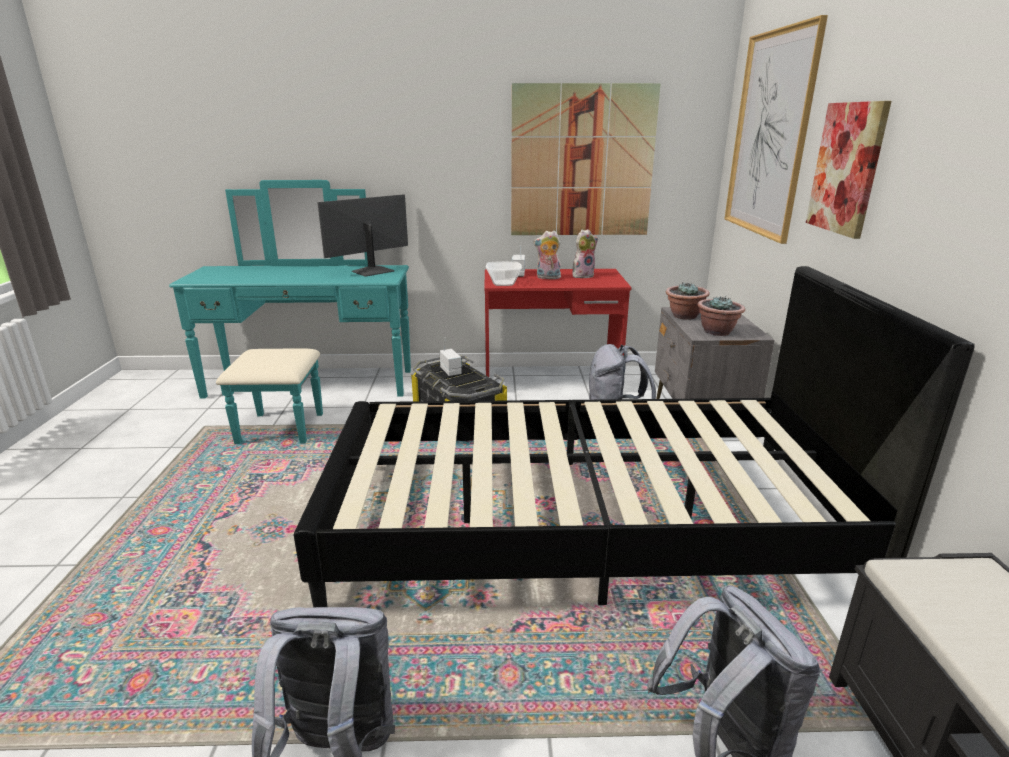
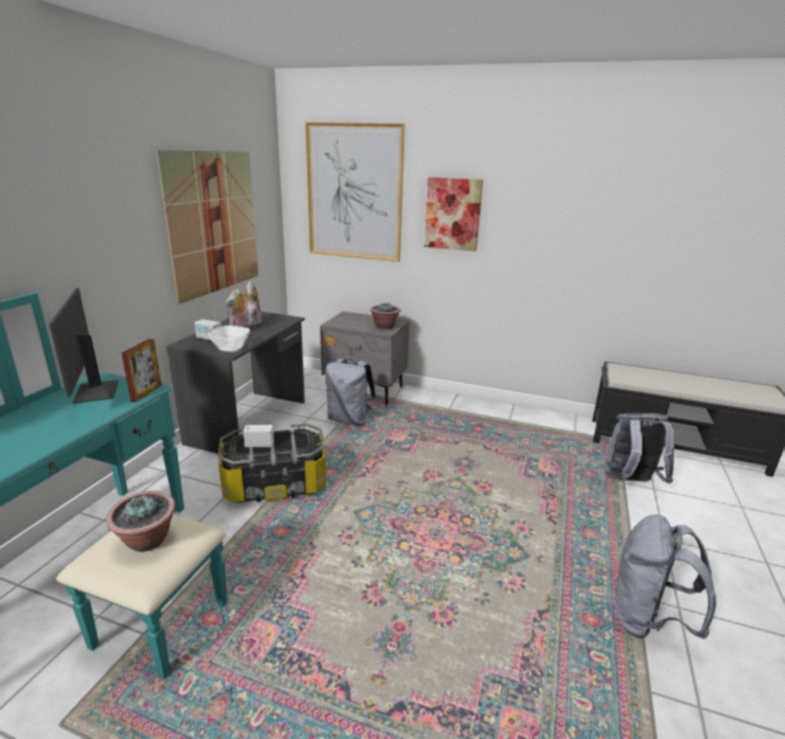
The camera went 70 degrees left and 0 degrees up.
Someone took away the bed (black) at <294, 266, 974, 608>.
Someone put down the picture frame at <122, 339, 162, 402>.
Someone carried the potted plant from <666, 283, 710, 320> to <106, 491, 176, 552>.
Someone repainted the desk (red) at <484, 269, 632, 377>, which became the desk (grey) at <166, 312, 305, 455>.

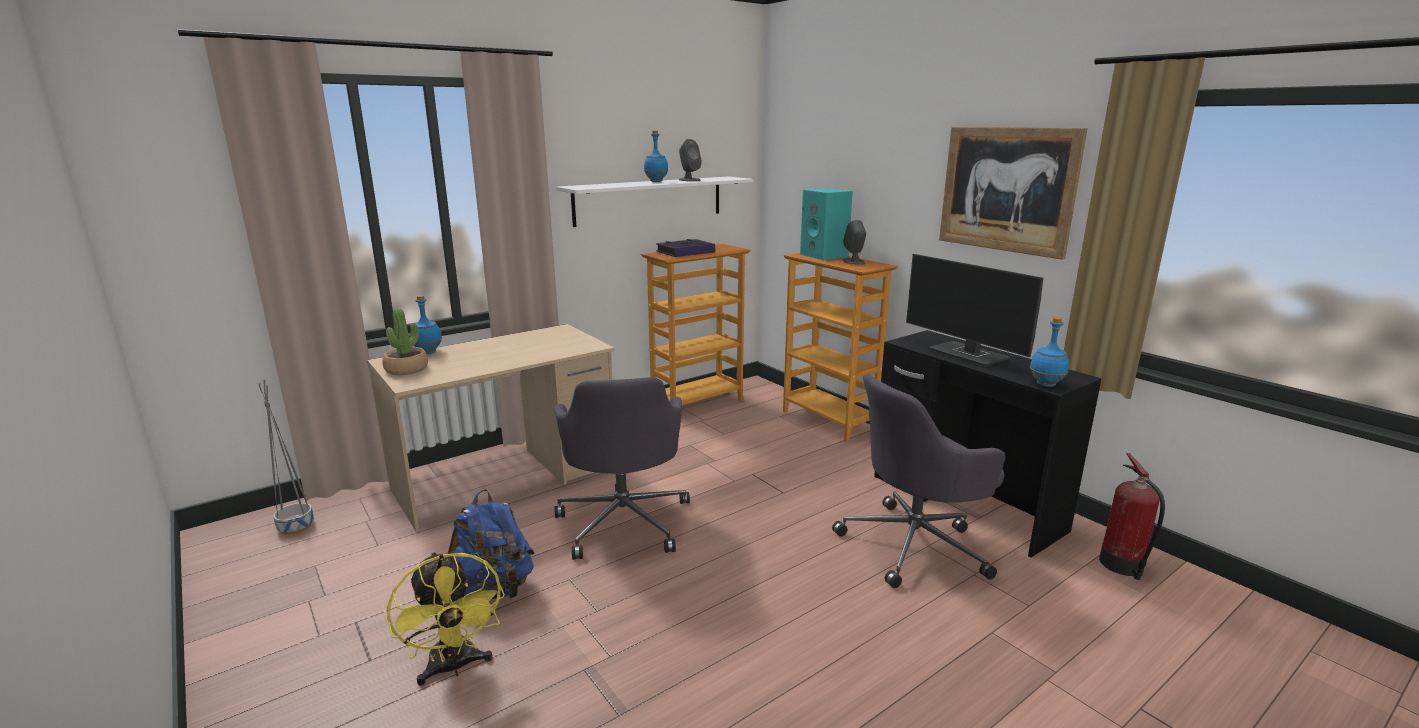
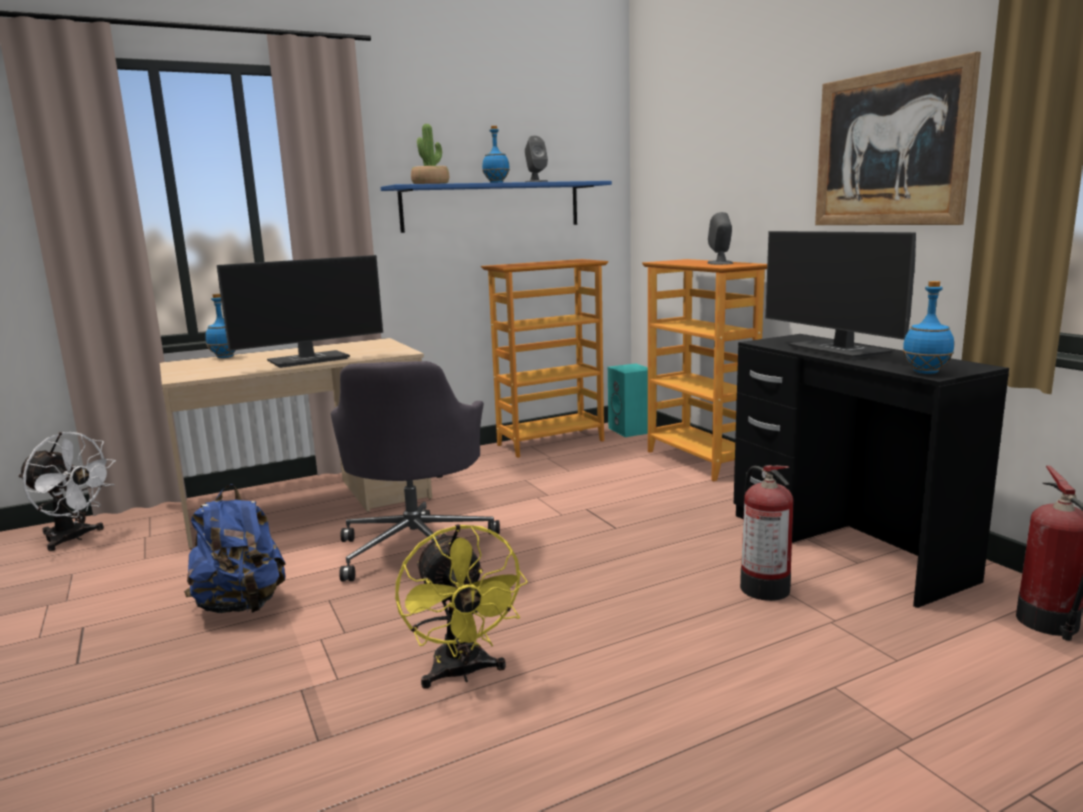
The camera went 10 degrees right and 5 degrees down.
Someone took away the book at <656, 239, 715, 257>.
Someone put down the monitor at <217, 255, 383, 368>.
Someone carried the potted plant from <382, 308, 428, 375> to <411, 124, 449, 184>.
Someone carried the fan (yellow) from <387, 552, 505, 686> to <395, 524, 528, 689>.
Someone carried the speaker (turquoise) from <800, 188, 853, 261> to <608, 363, 648, 437>.
Someone swapped the planter (grey) at <259, 380, 314, 535> for the fan (white) at <18, 432, 116, 551>.
Someone swapped the office chair (grey) at <832, 374, 1005, 588> for the fire extinguisher at <740, 465, 794, 601>.
Someone repainted the shelf (white) at <556, 177, 753, 227>, which became the shelf (blue) at <381, 181, 612, 233>.

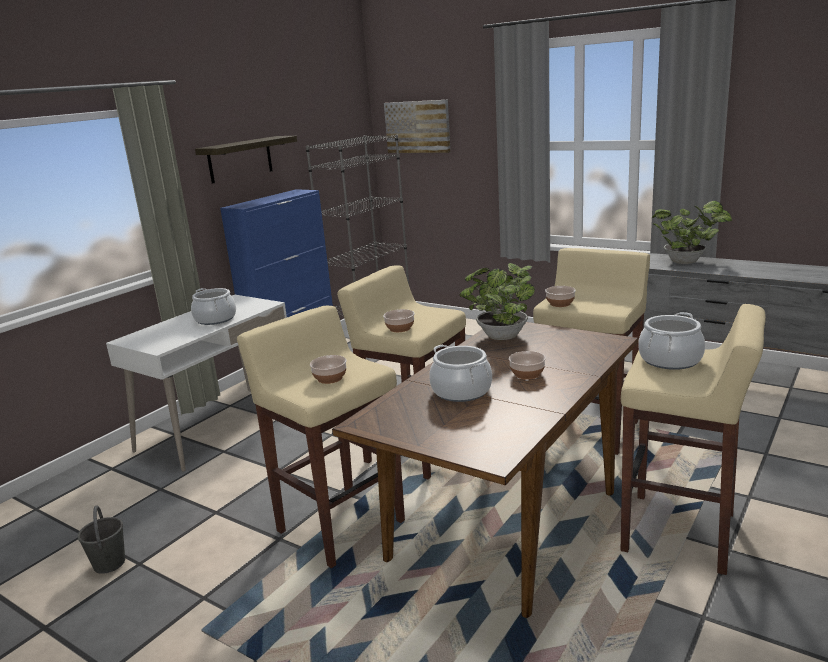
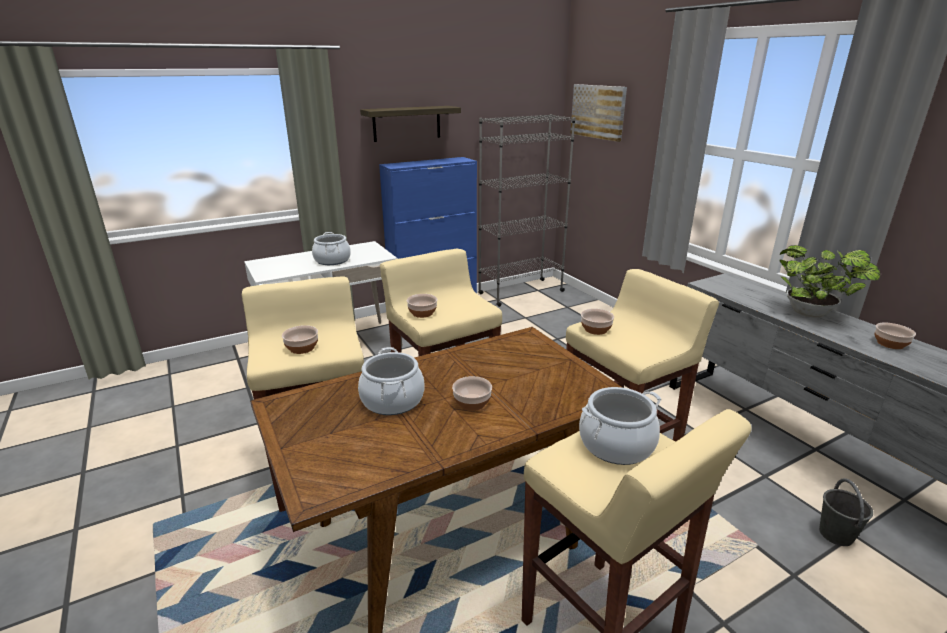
The camera went 25 degrees right and 5 degrees up.
Someone took away the potted plant at <460, 263, 535, 340>.
Someone put down the bowl at <874, 323, 916, 349>.
Someone carried the bucket (grey) from <77, 505, 125, 574> to <819, 478, 873, 546>.

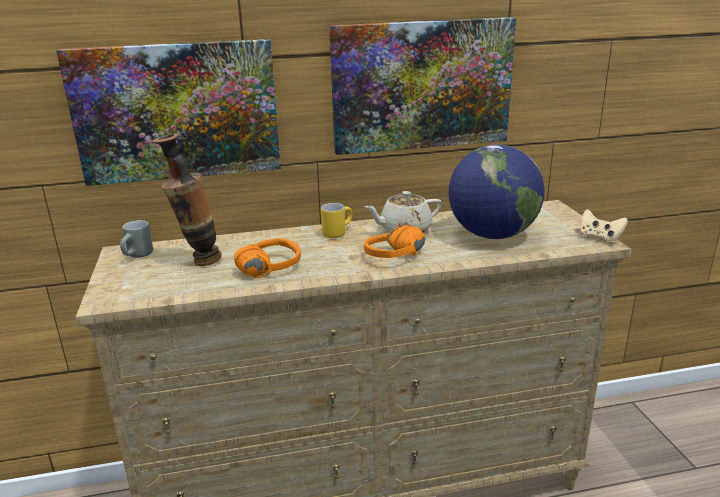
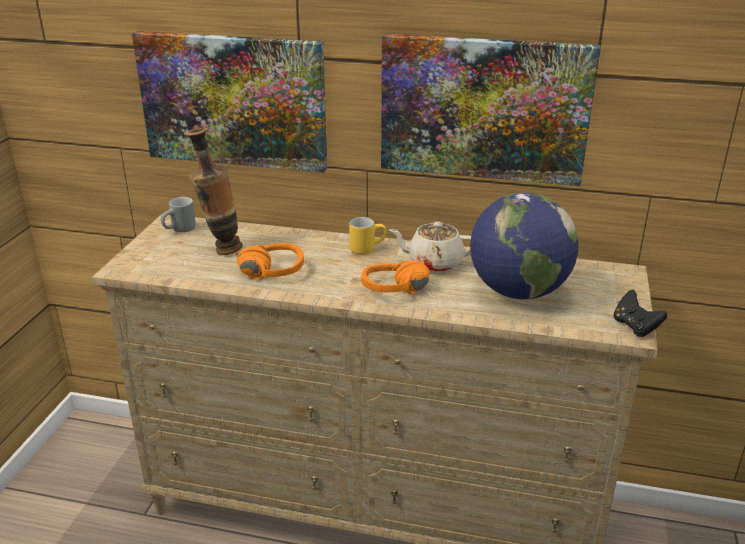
The camera went 25 degrees right and 5 degrees up.
Someone repainted the game controller (beige) at <580, 209, 628, 243>, which became the game controller (black) at <614, 290, 667, 337>.

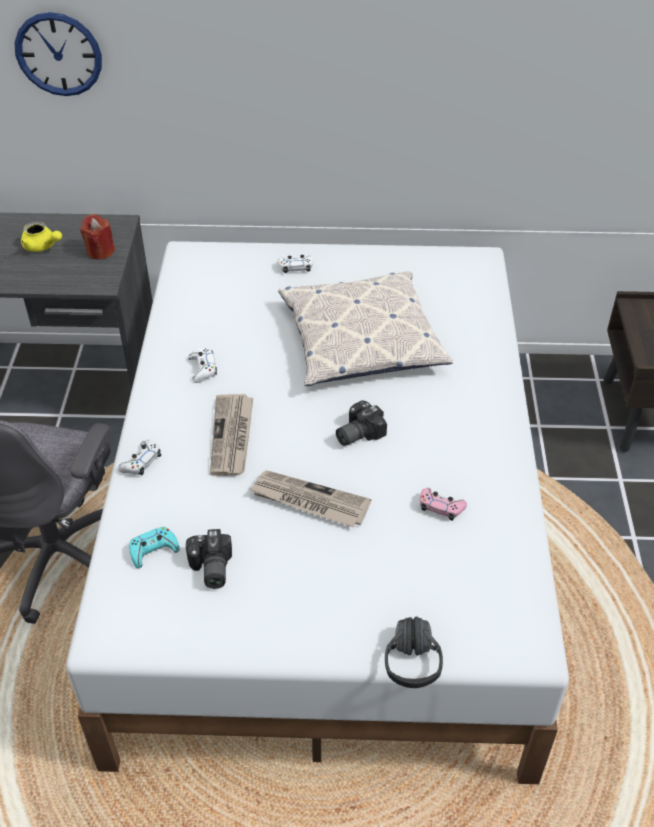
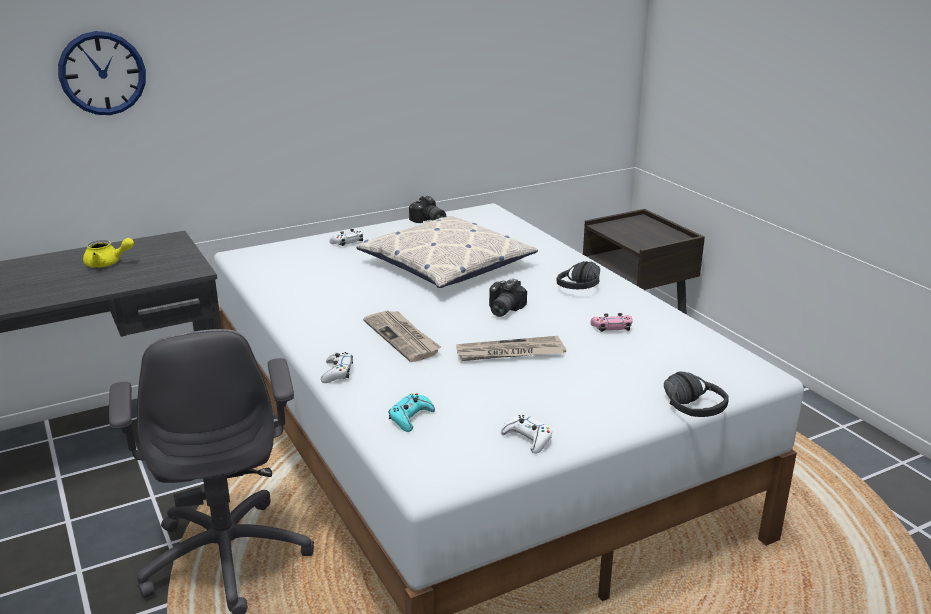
The camera went 30 degrees left and 20 degrees down.
Someone took away the candle (red) at <80, 214, 115, 260>.
Someone put down the headphones (black) at <557, 261, 600, 289>.
Someone carried the photo camera from <186, 529, 232, 589> to <409, 195, 446, 223>.
Someone carried the game controller (white) from <188, 348, 217, 383> to <501, 415, 552, 454>.

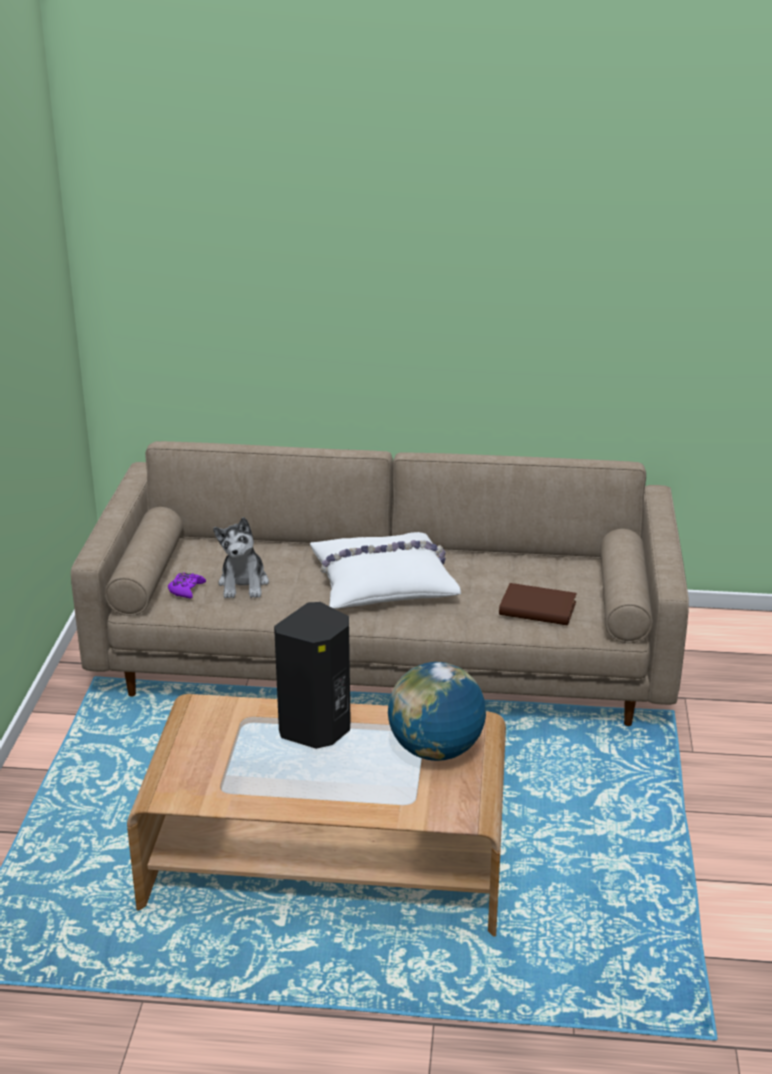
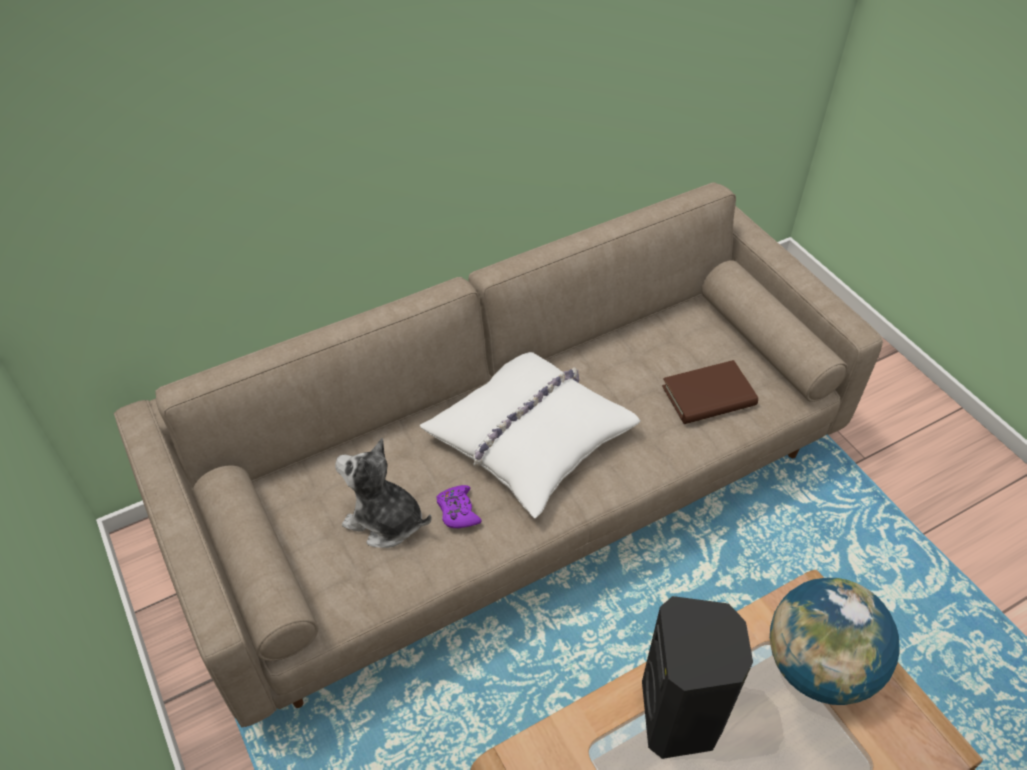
The camera went 35 degrees left and 20 degrees up.
Someone carried the game controller (purple) from <168, 572, 206, 598> to <436, 485, 482, 528>.
Someone rotated the plush toy at <213, 517, 269, 598> by 150 degrees clockwise.

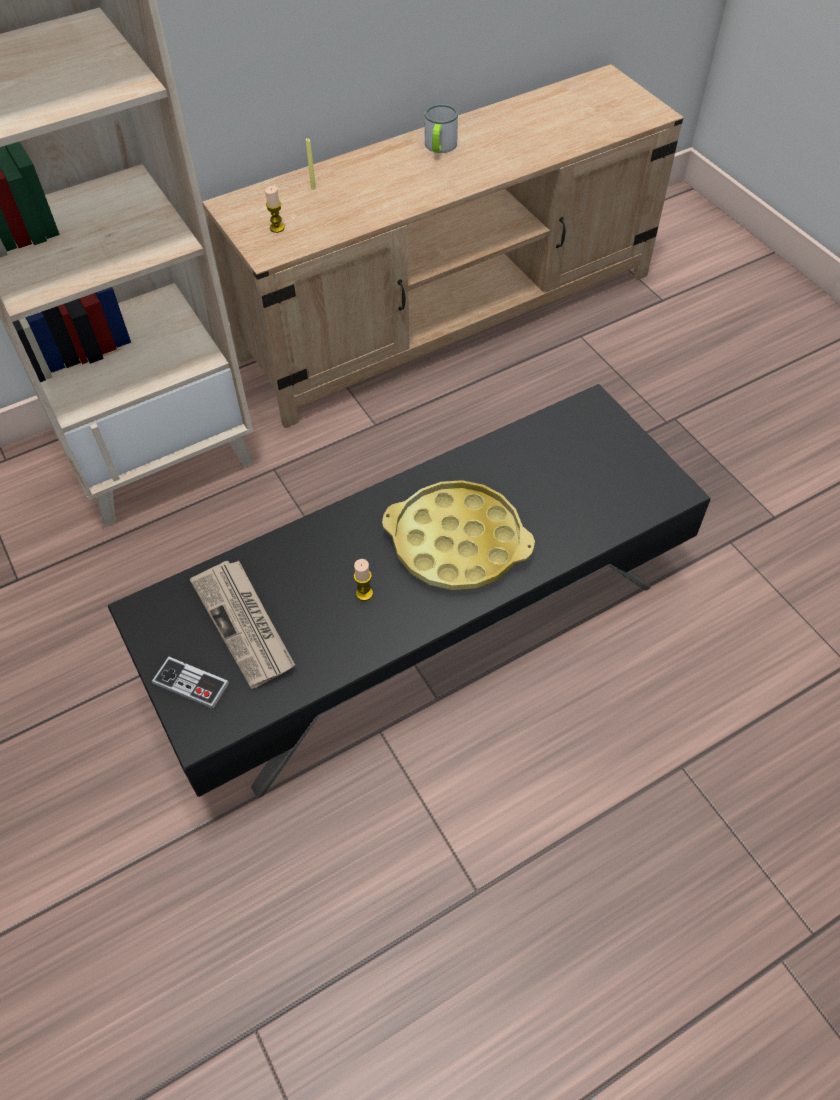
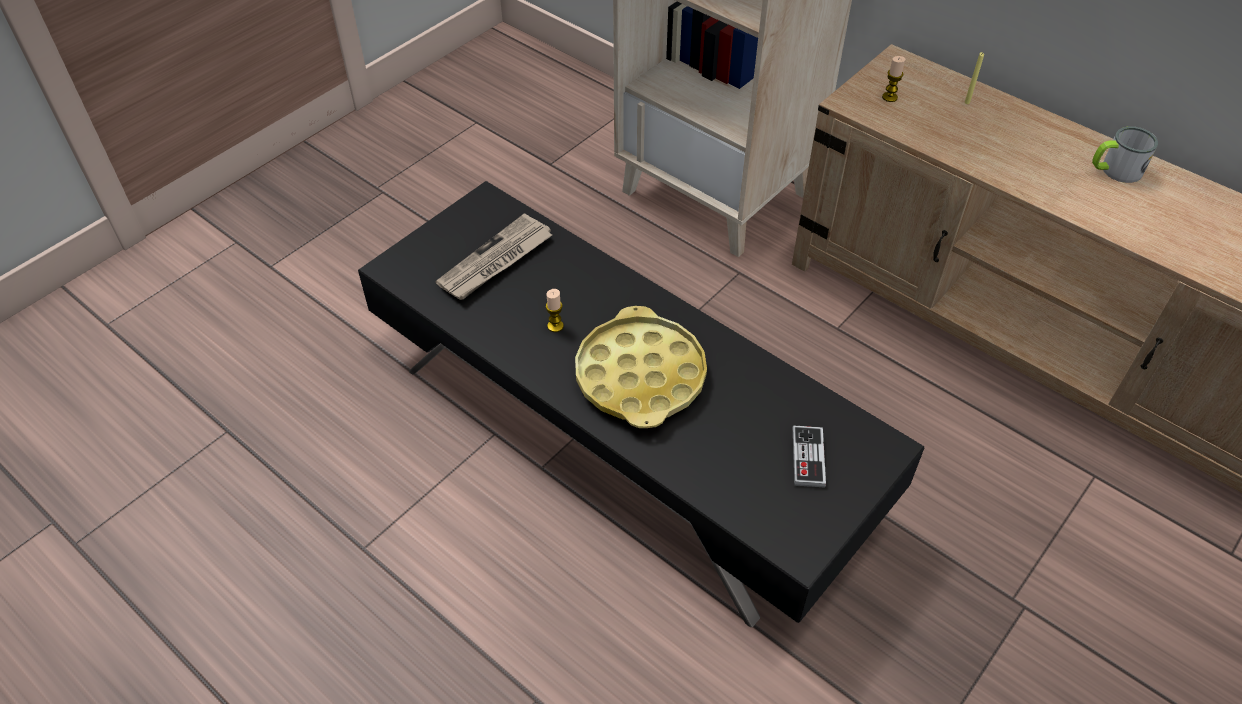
The camera went 70 degrees right and 5 degrees down.
Someone carried the game controller from <152, 656, 229, 709> to <793, 425, 826, 487>.

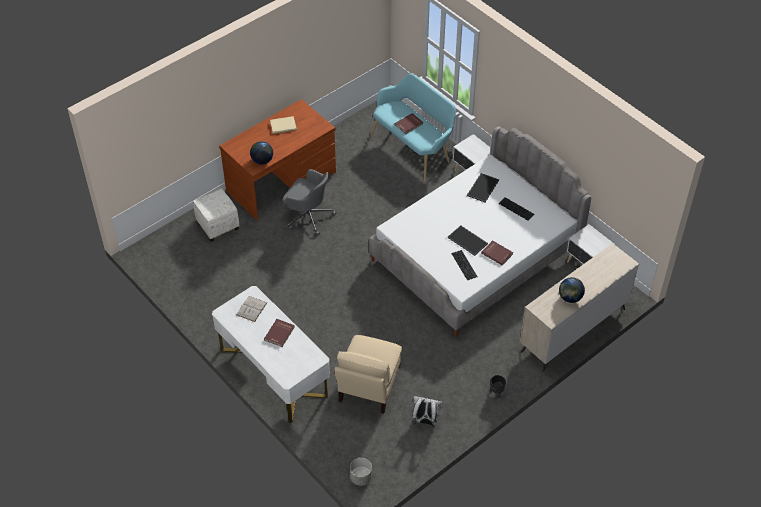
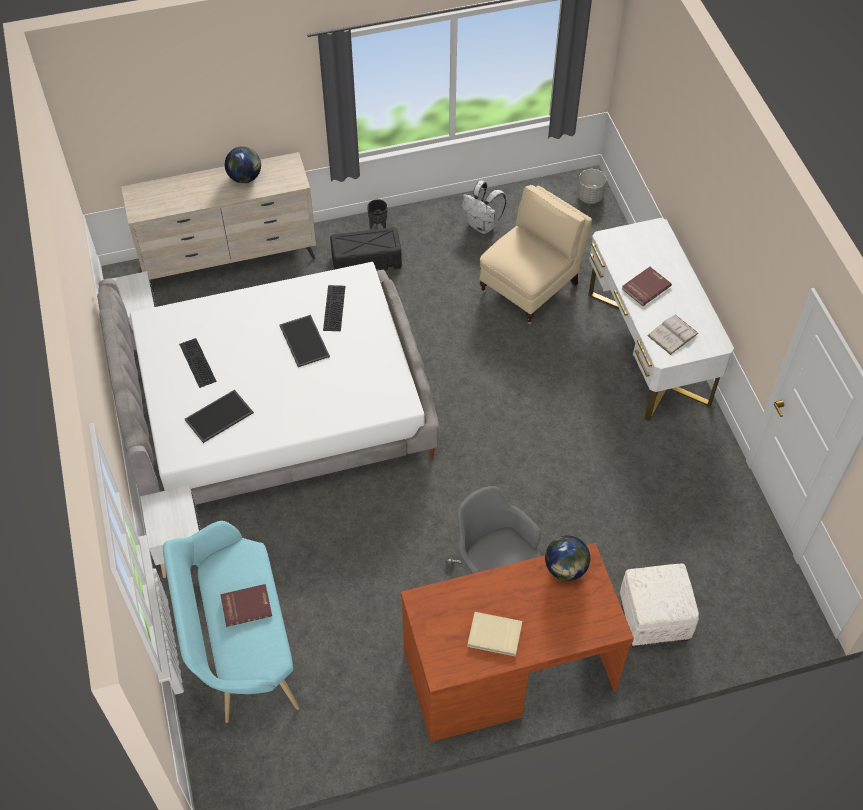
The camera went 155 degrees left and 5 degrees up.
Someone took away the book (red) at <481, 240, 513, 266>.
Someone put down the storage box (black) at <330, 227, 402, 270>.

